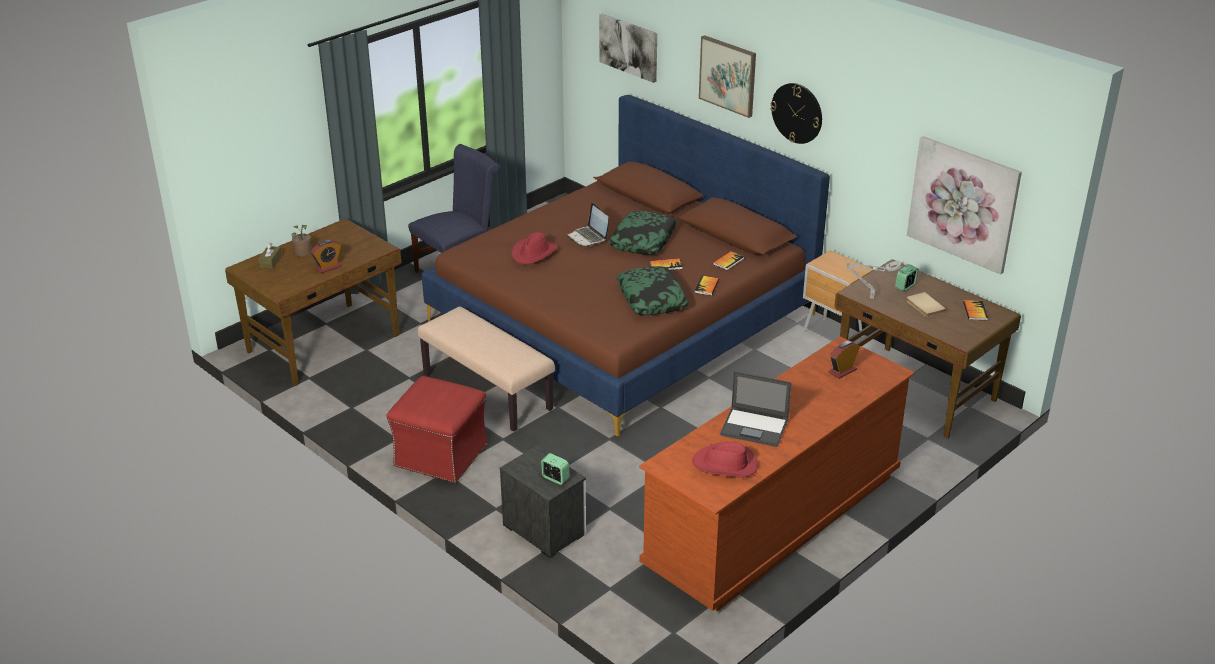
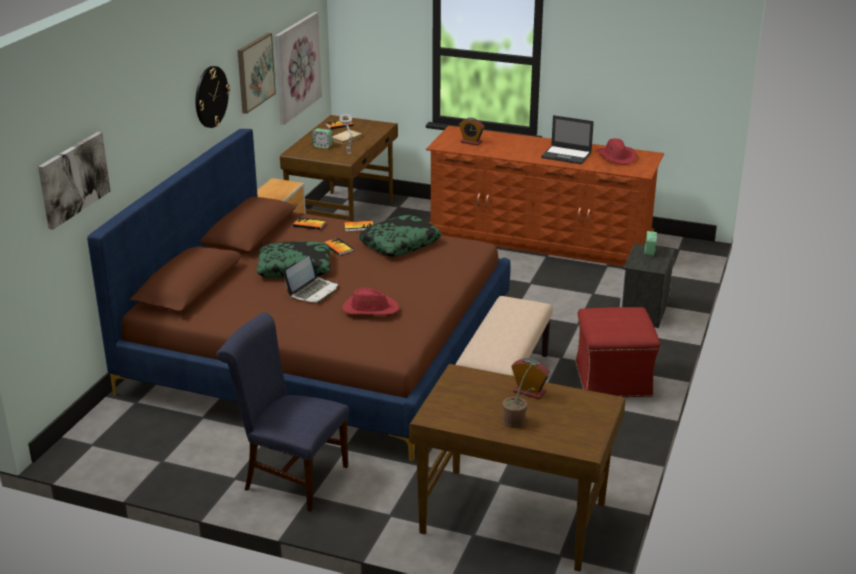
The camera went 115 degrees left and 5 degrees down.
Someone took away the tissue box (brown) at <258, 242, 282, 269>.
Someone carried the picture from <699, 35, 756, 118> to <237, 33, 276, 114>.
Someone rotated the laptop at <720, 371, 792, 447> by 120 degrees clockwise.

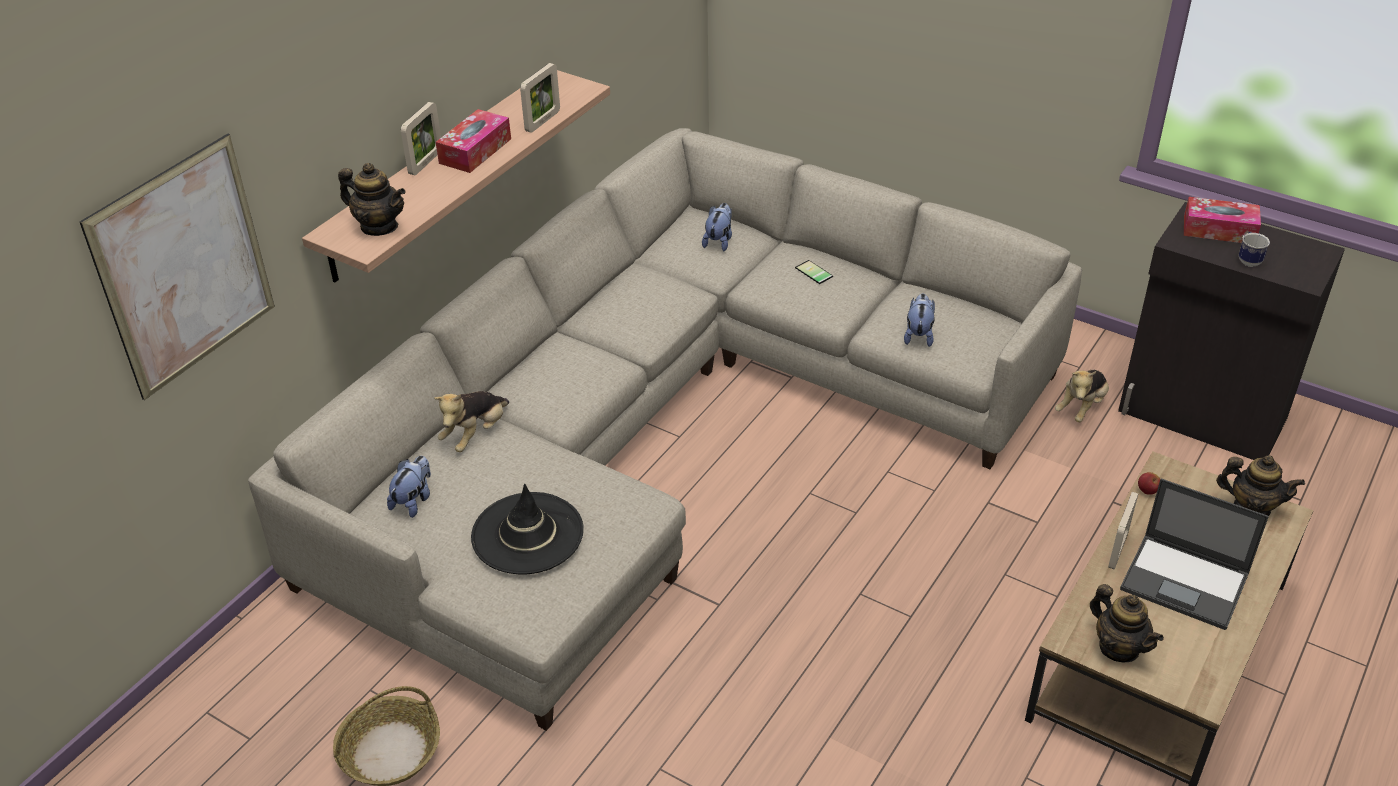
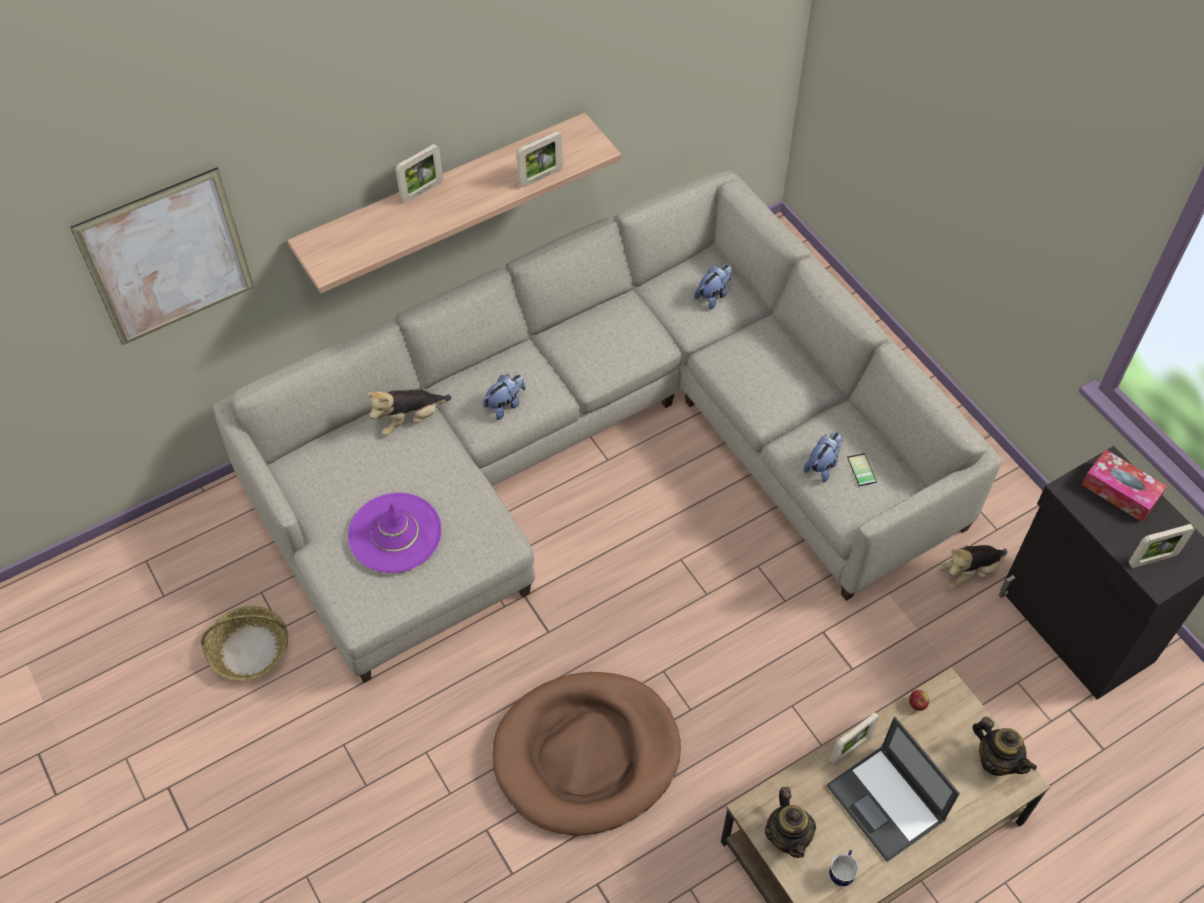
The camera went 25 degrees right and 15 degrees up.
Someone took away the teapot at <338, 163, 406, 236>.
Someone took away the tissue box at <436, 109, 511, 173>.
Someone put down the dog bed (brown) at <492, 672, 681, 836>.
Someone put down the picture frame at <1128, 524, 1195, 568>.
Someone carried the plush toy from <387, 456, 431, 518> to <483, 374, 526, 420>.
Someone carried the phone from <795, 260, 833, 284> to <847, 453, 877, 486>.
Someone carried the mug from <1239, 232, 1270, 267> to <829, 850, 859, 887>.
Someone repainted the hat (black) at <471, 484, 584, 574>, which became the hat (purple) at <348, 493, 442, 573>.

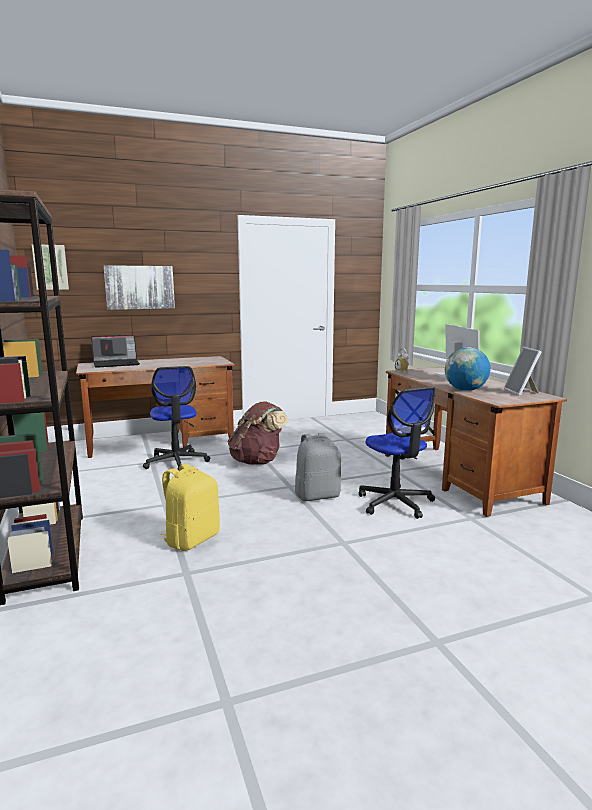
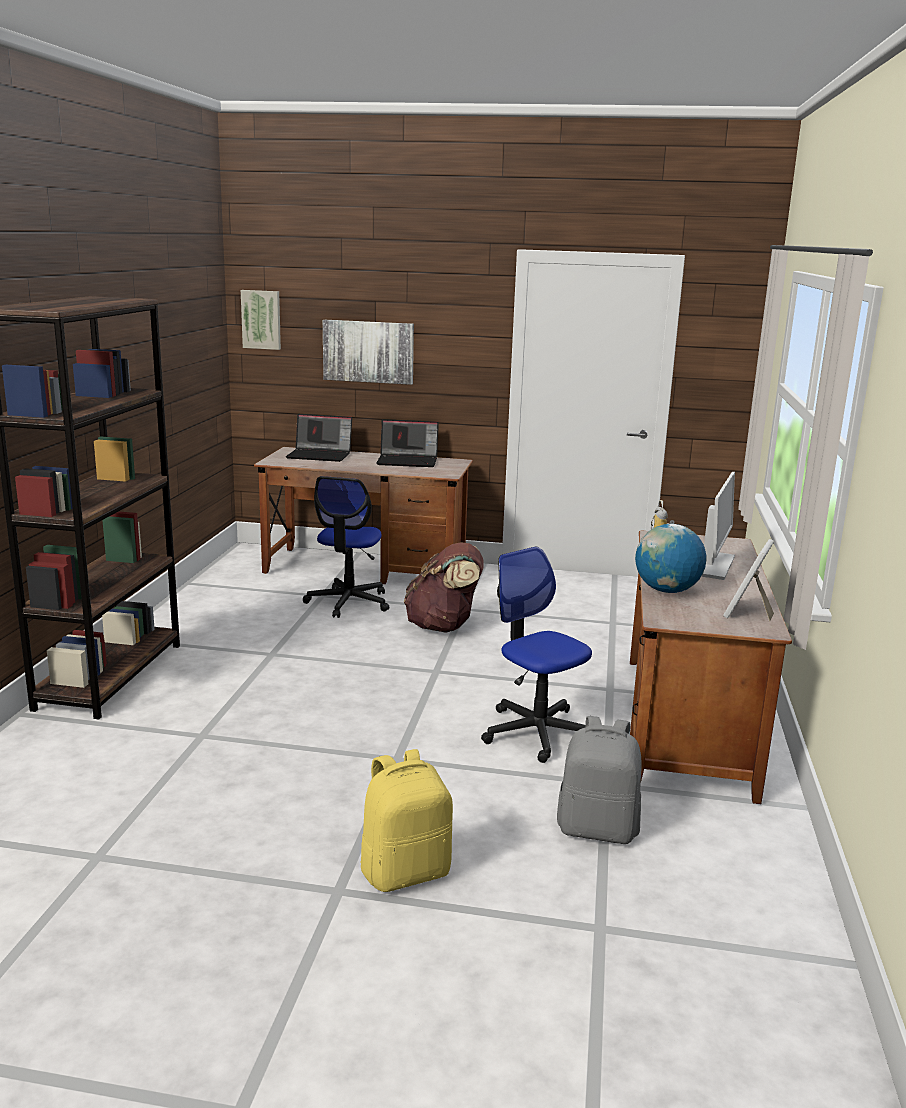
The camera went 30 degrees right and 5 degrees up.
Someone put down the laptop at <377, 419, 439, 467>.
Someone carried the backpack (yellow) from <161, 463, 220, 551> to <360, 749, 453, 892>.
Someone carried the backpack (grey) from <295, 433, 341, 501> to <557, 716, 642, 844>.
Someone rotated the office chair at <359, 387, 436, 519> by 135 degrees clockwise.

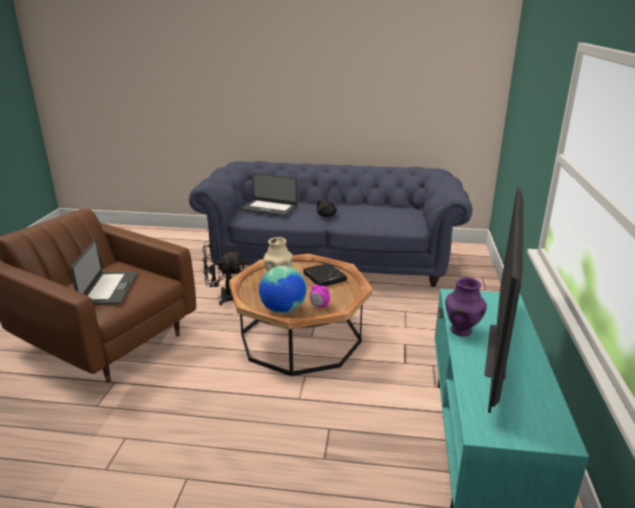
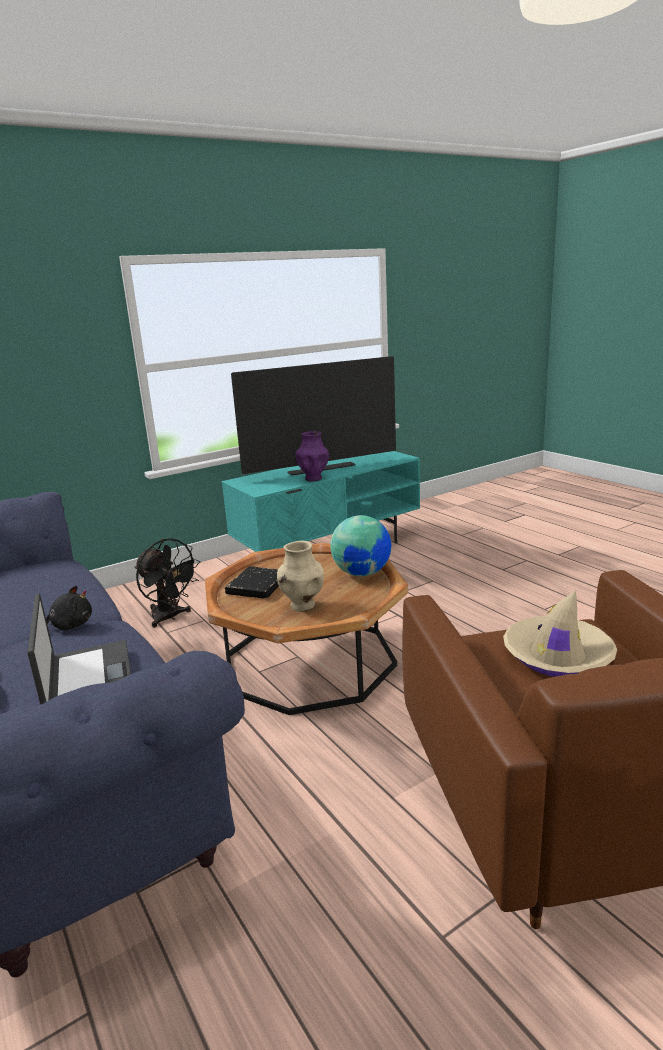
The camera went 130 degrees left and 5 degrees down.
Someone took away the alarm clock at <310, 285, 330, 307>.
Someone carried the fan (black) from <202, 241, 245, 306> to <135, 539, 201, 628>.
Someone swapped the laptop at <70, 240, 138, 305> for the hat (beige) at <503, 590, 617, 677>.

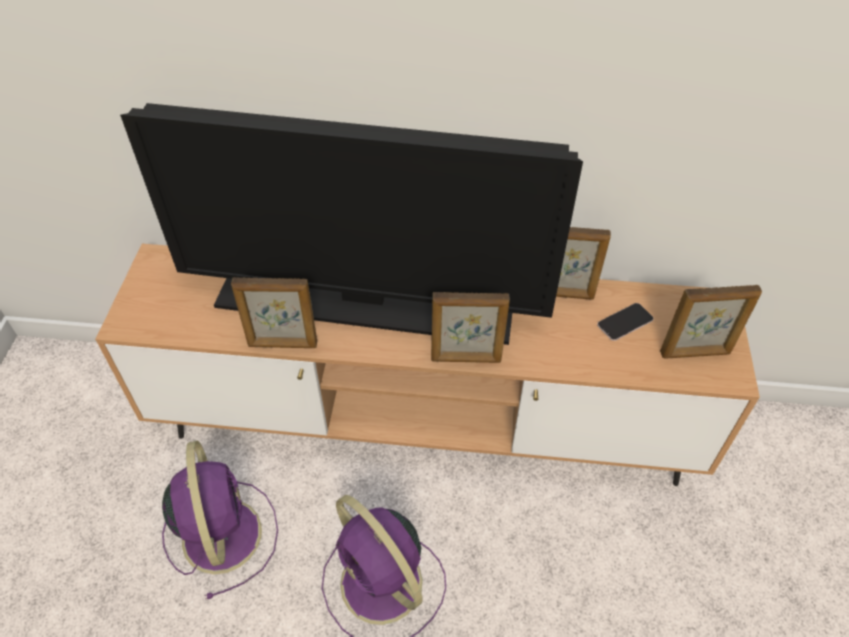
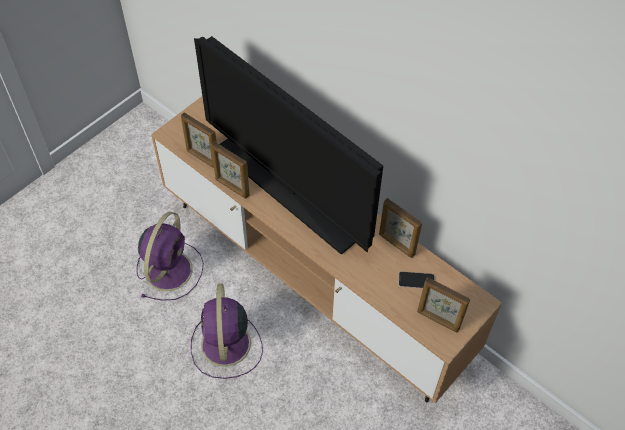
The camera went 35 degrees right and 5 degrees up.
Someone carried the picture frame from <431, 292, 510, 363> to <181, 113, 217, 168>.

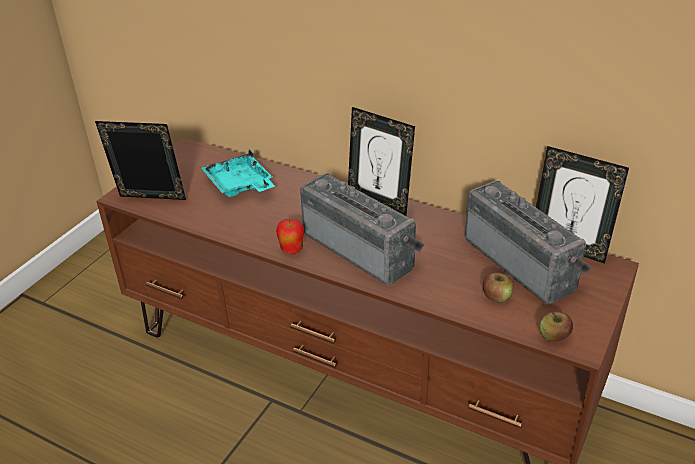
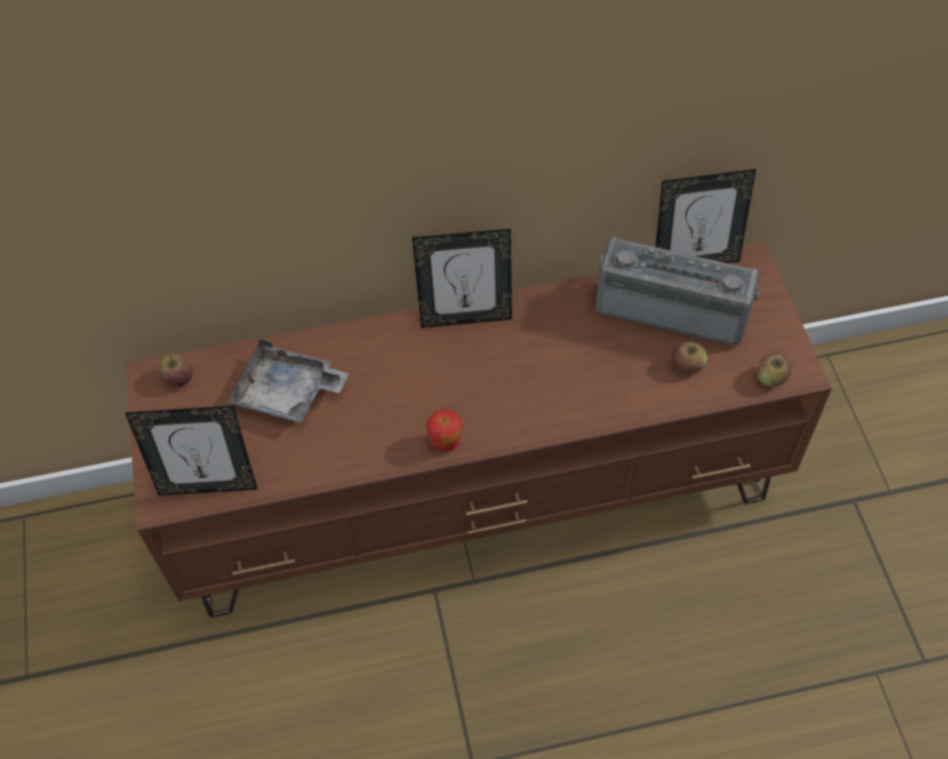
The camera went 40 degrees left and 20 degrees up.
Someone took away the radio at <300, 173, 424, 285>.
Someone put down the apple at <158, 354, 193, 387>.
Someone repainted the tray (turquoise) at <201, 149, 275, 197>, which became the tray (grey) at <227, 339, 349, 423>.
Someone rotated the picture frame at <95, 121, 186, 200> by 150 degrees counterclockwise.

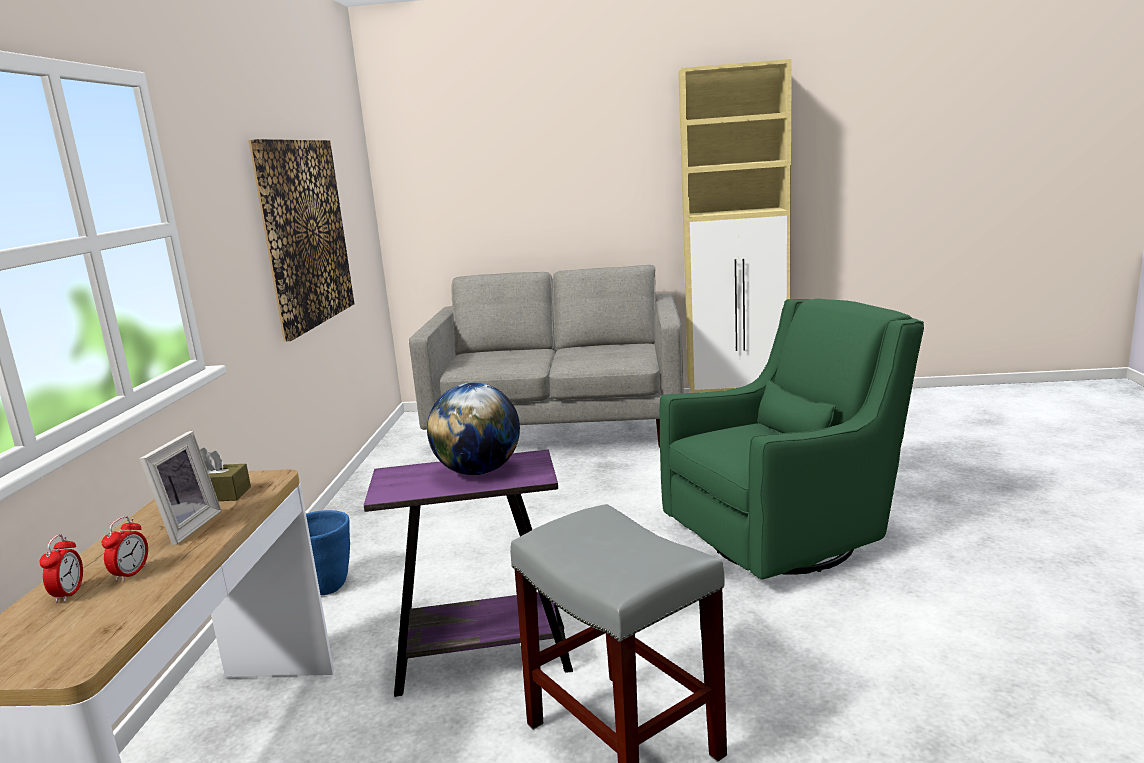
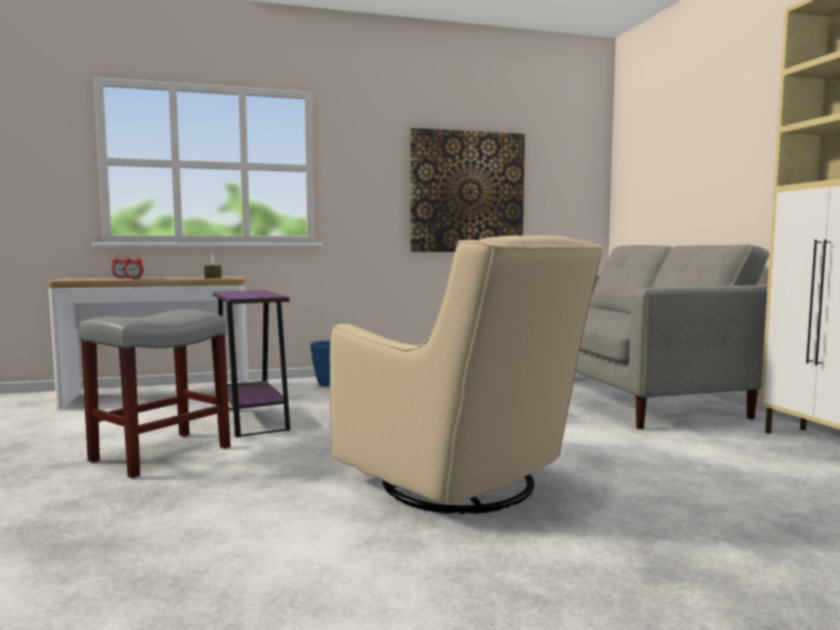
The camera went 70 degrees right and 10 degrees down.
Someone took away the picture frame at <139, 431, 222, 545>.
Someone took away the globe at <427, 383, 520, 475>.
Someone repainted the armchair (green) at <659, 299, 924, 579>, which became the armchair (beige) at <330, 236, 602, 514>.

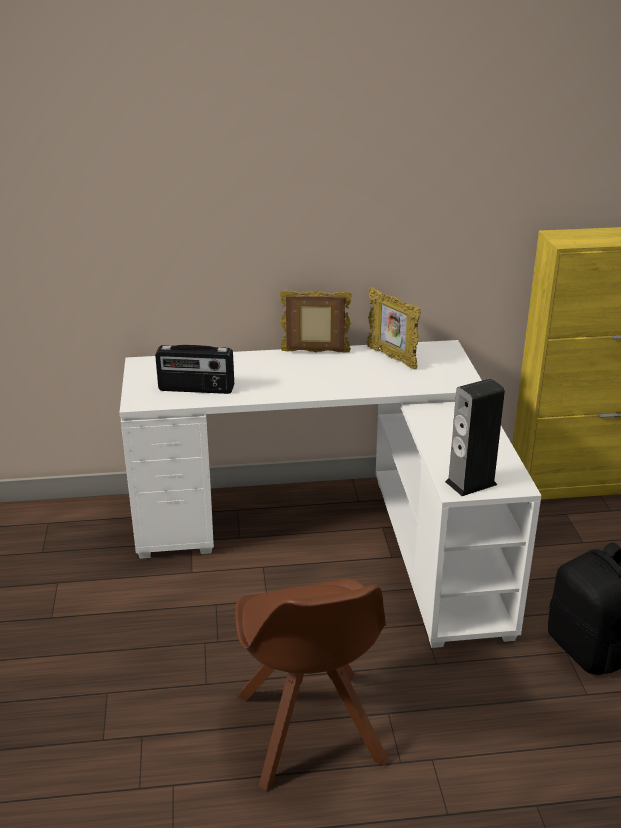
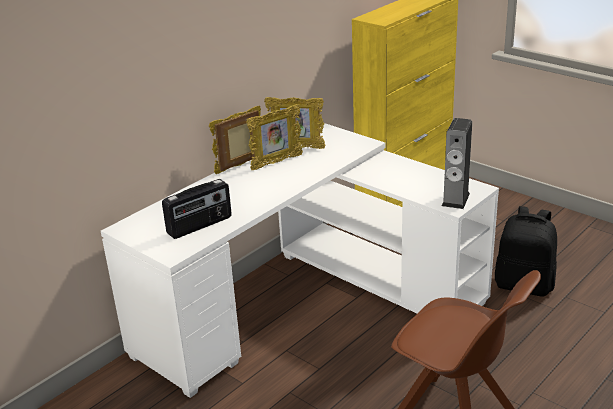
The camera went 40 degrees left and 0 degrees up.
Someone put down the picture frame at <246, 104, 303, 170>.

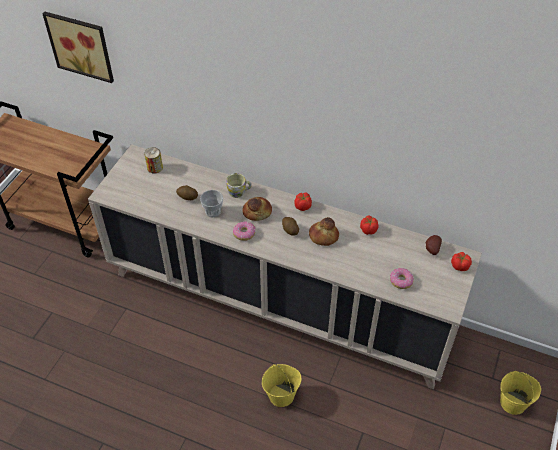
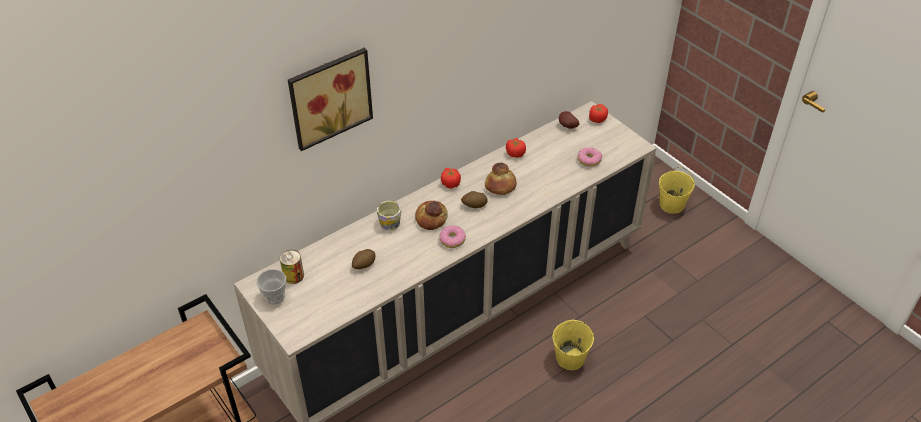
The camera went 60 degrees left and 5 degrees down.
Someone carried the picture from <42, 12, 114, 83> to <288, 48, 373, 151>.
Someone carried the cup from <200, 190, 223, 217> to <256, 269, 286, 305>.

